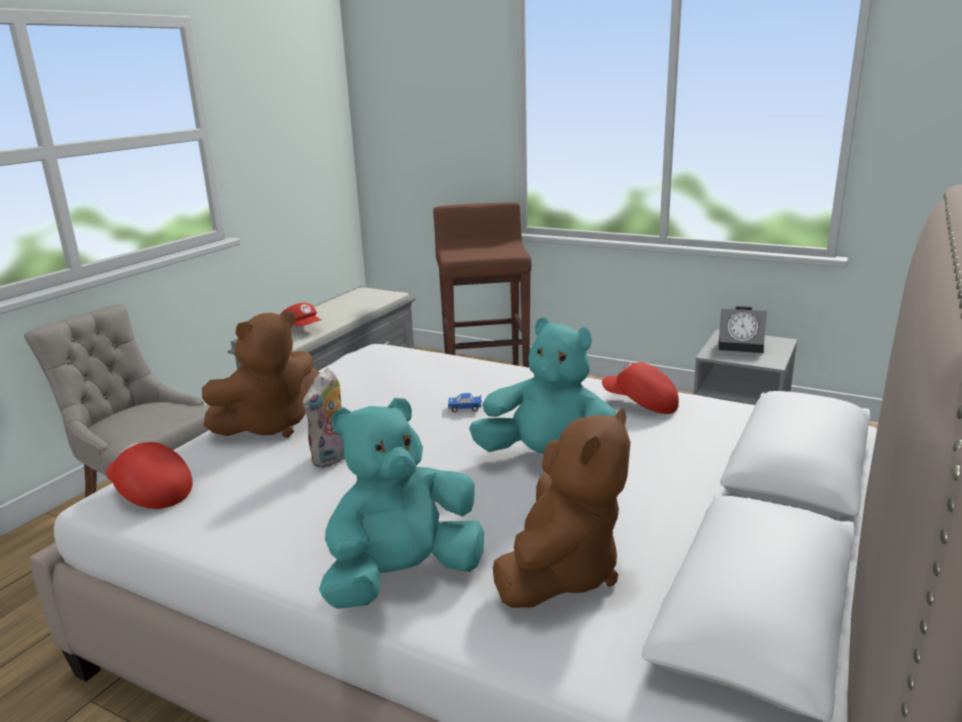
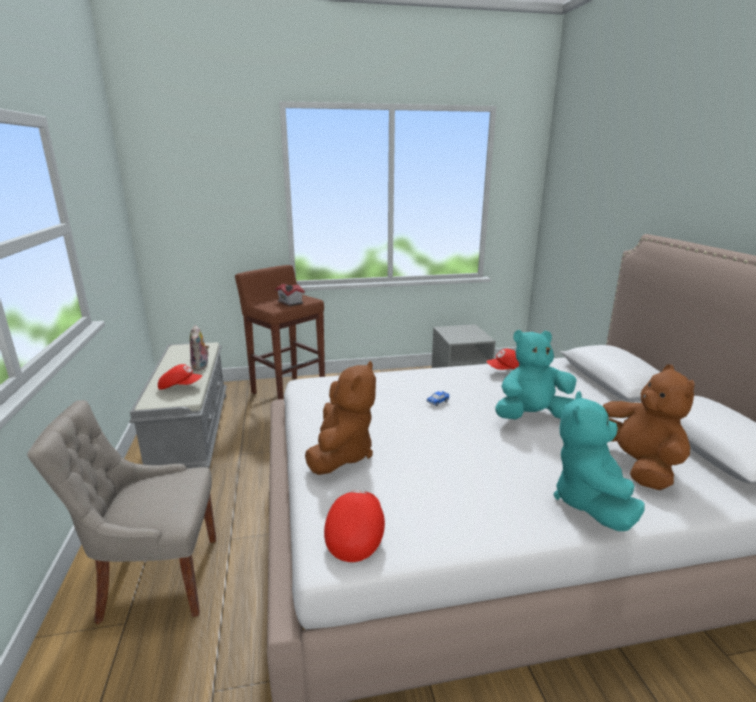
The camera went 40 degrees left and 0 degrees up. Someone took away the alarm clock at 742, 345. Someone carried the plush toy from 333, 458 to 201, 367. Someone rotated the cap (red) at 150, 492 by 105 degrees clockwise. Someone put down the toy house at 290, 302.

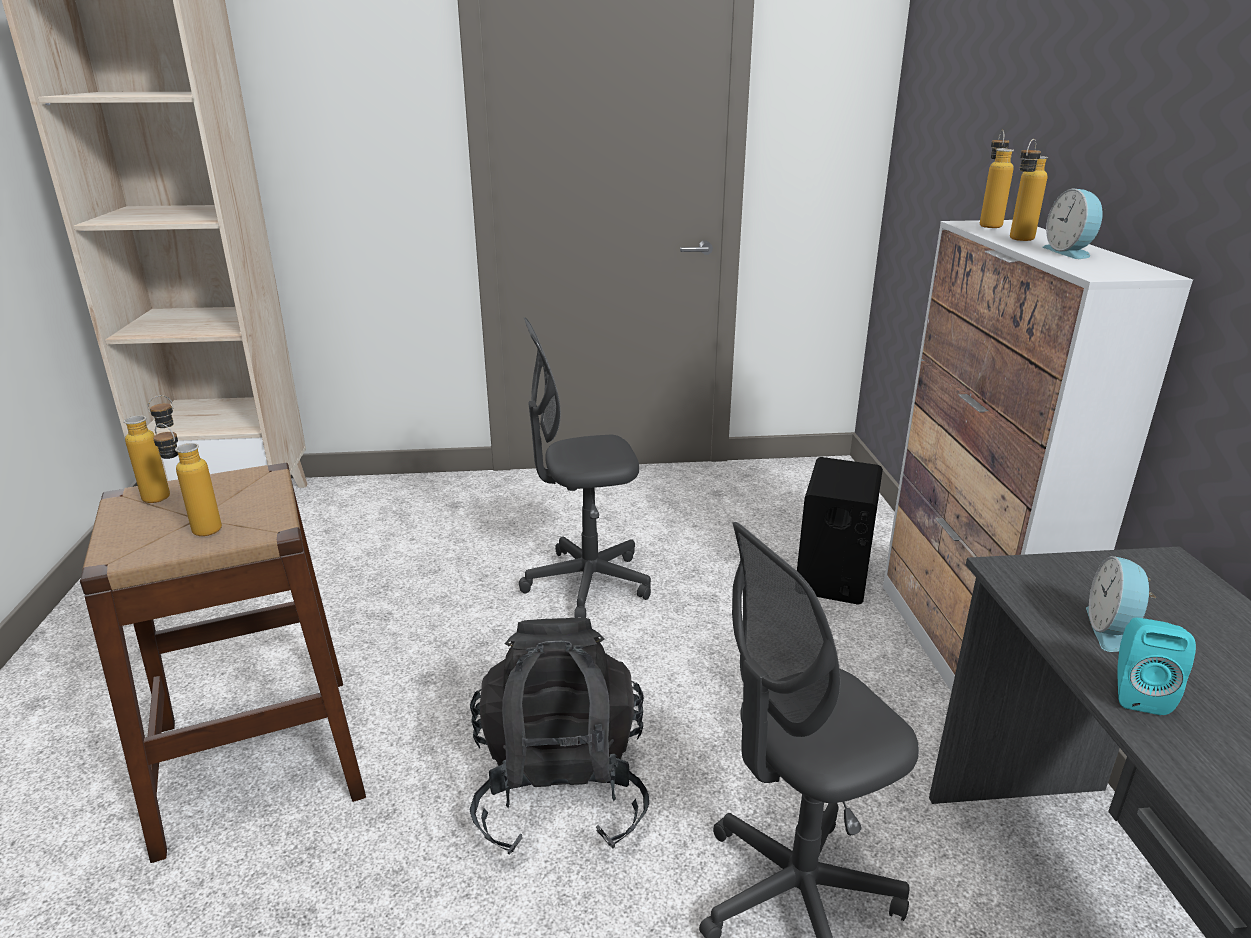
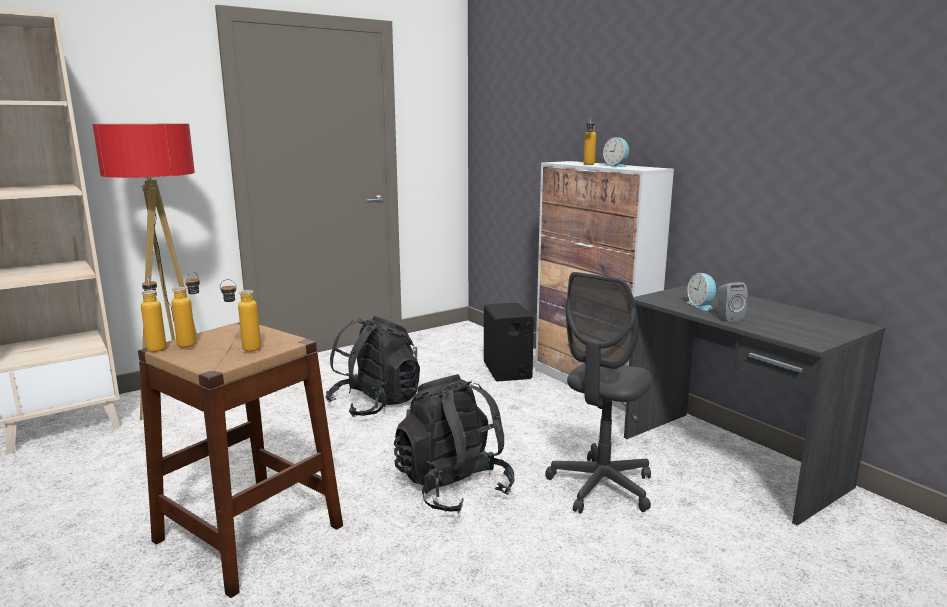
The camera went 30 degrees left and 10 degrees down. Someone carried the bottle from 988, 225 to 157, 347. Someone swapped the office chair (grey) at 587, 583 for the backpack (black) at 375, 404. Someone repainted the speaker (turquoise) at 1137, 693, which became the speaker (grey) at 727, 318. Someone put down the floor lamp at 180, 406.

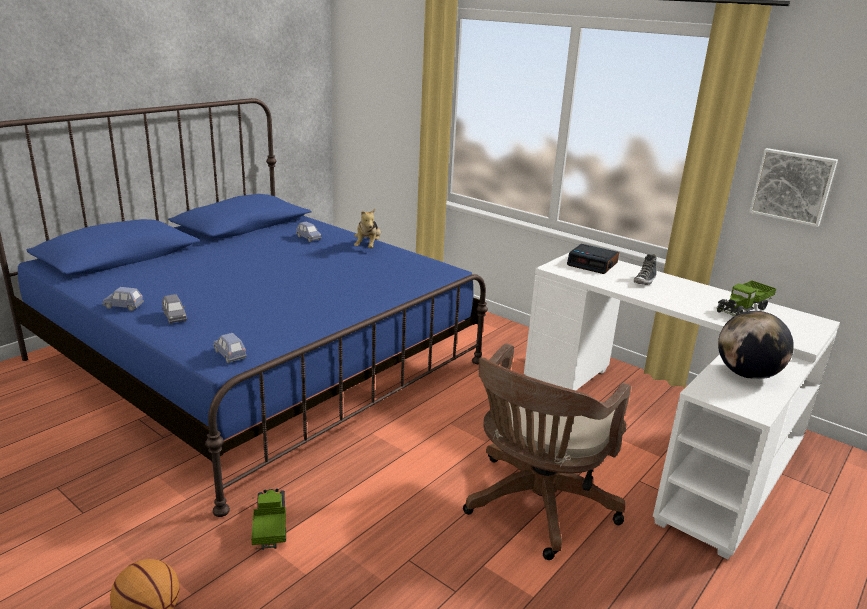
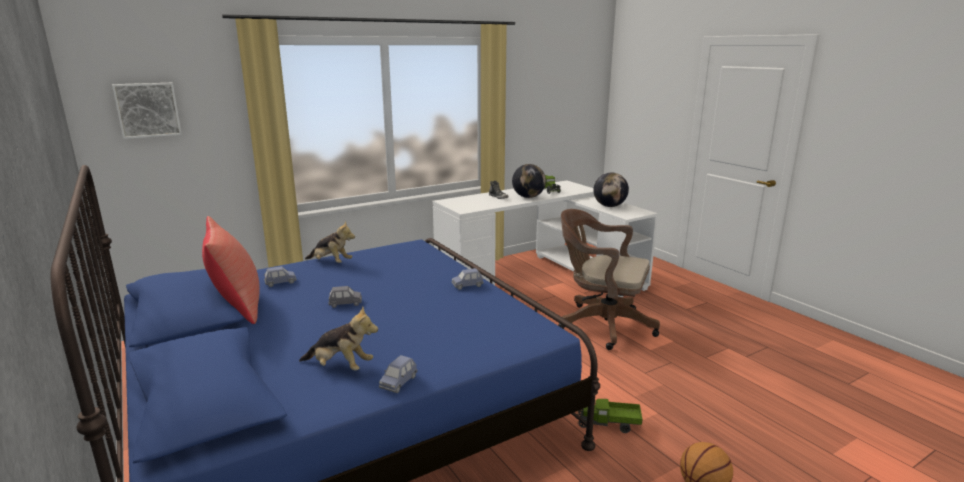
The camera went 70 degrees left and 5 degrees down. Someone carried the picture from 792, 186 to 147, 110. Someone took away the alarm clock at 593, 264. Someone carried the toy car (grey) from 174, 317 to 345, 303. Someone carried the toy car (blue) from 230, 355 to 467, 286. Someone rotated the office chair (brown) at 536, 507 by 150 degrees clockwise. Someone put down the globe at 528, 197. Someone put down the pillow (red) at 237, 306. Someone put down the plush toy at 340, 366.

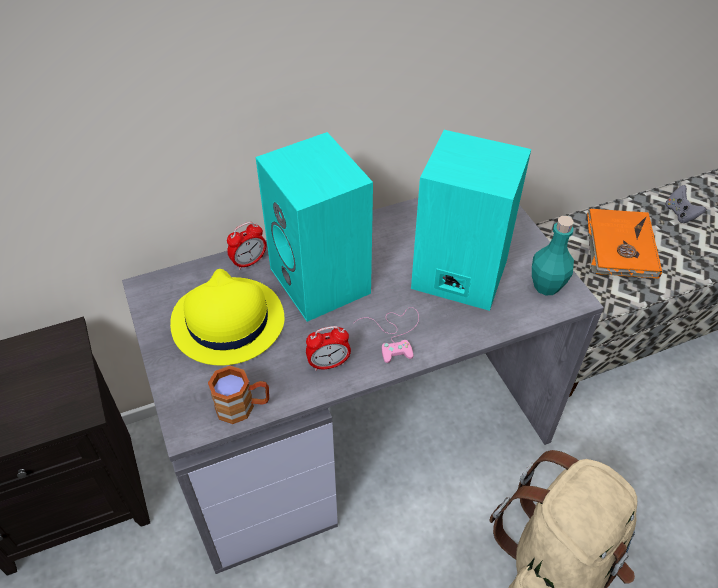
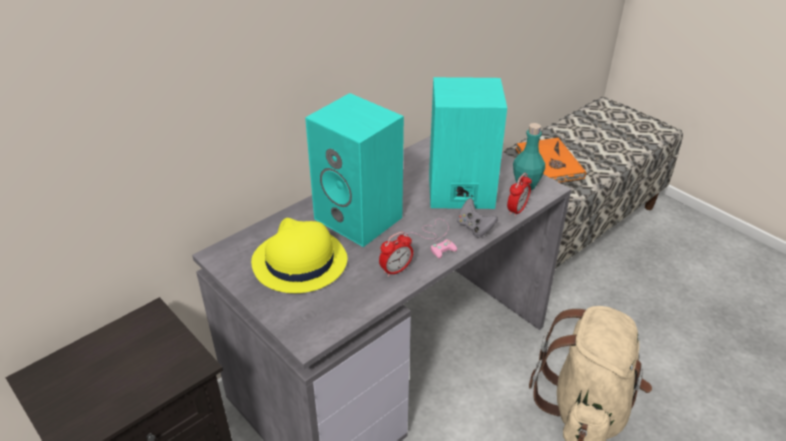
The camera went 20 degrees left and 10 degrees down. Someone carried the game controller (grey) from 680, 213 to 474, 228. Someone carried the alarm clock from 249, 262 to 517, 210. Someone took away the mug (brown) at 243, 406.

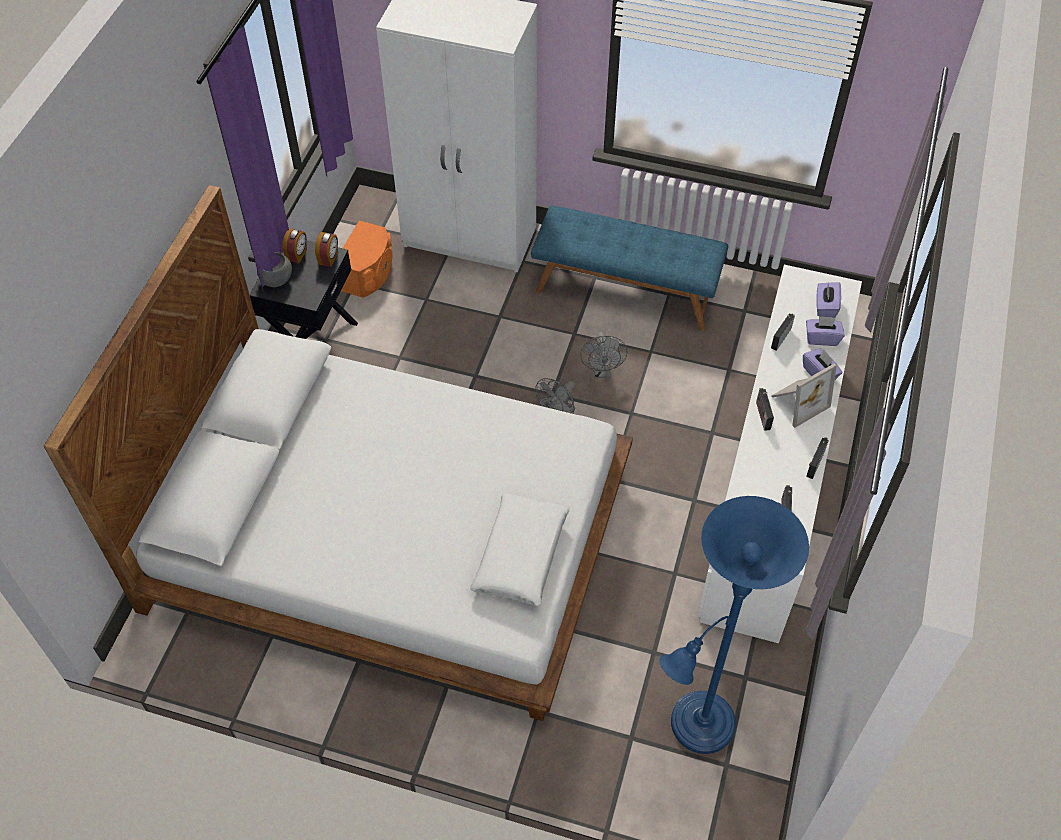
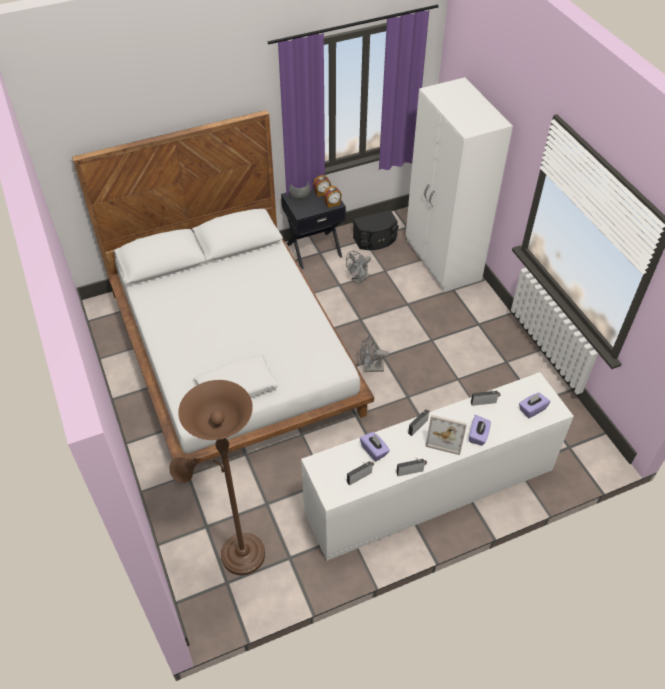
The camera went 50 degrees right and 5 degrees down. Someone took away the bench (blue) at 626, 290. Someone repainted the speaker (orange) at 368, 273, which became the speaker (black) at 375, 240. Someone carried the tissue box (purple) from 821, 338 to 374, 451. Someone carried the fan (grey) from 602, 371 to 358, 279. Someone repainted the floor lamp (blue) at 696, 728, which became the floor lamp (brown) at 237, 553.

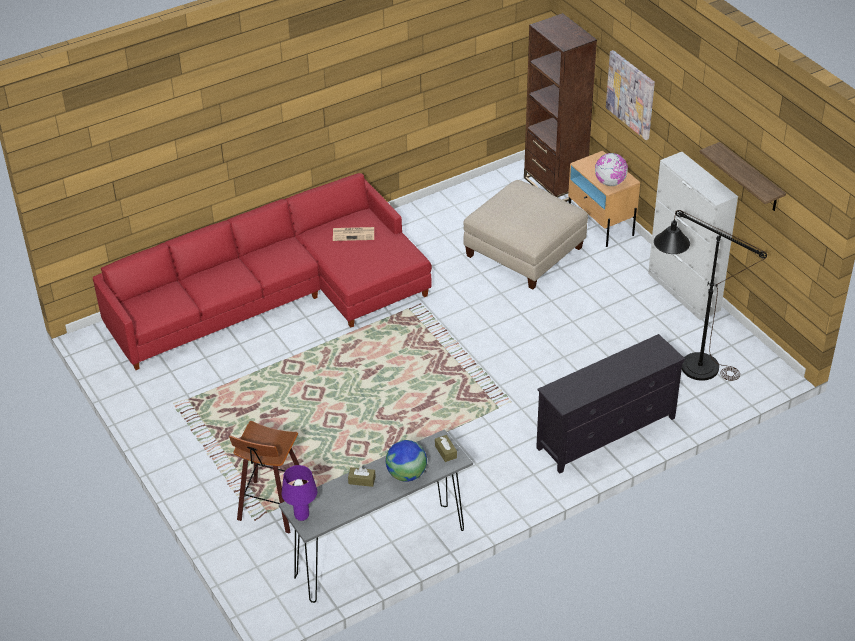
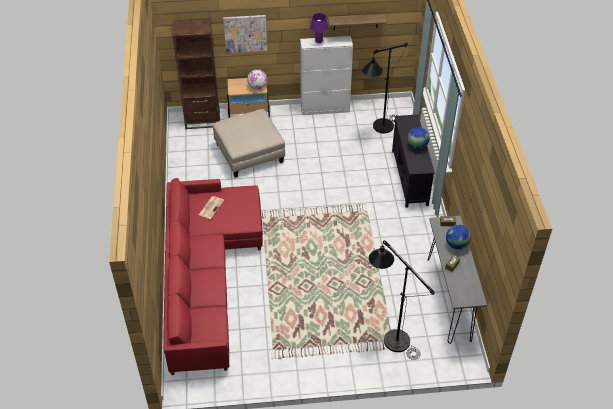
The camera went 65 degrees left and 5 degrees up. Someone swapped the stool at 273, 509 for the floor lamp (black) at 391, 336. Someone carried the table lamp (purple) from 302, 516 to 319, 41. Someone put down the globe at 417, 146.

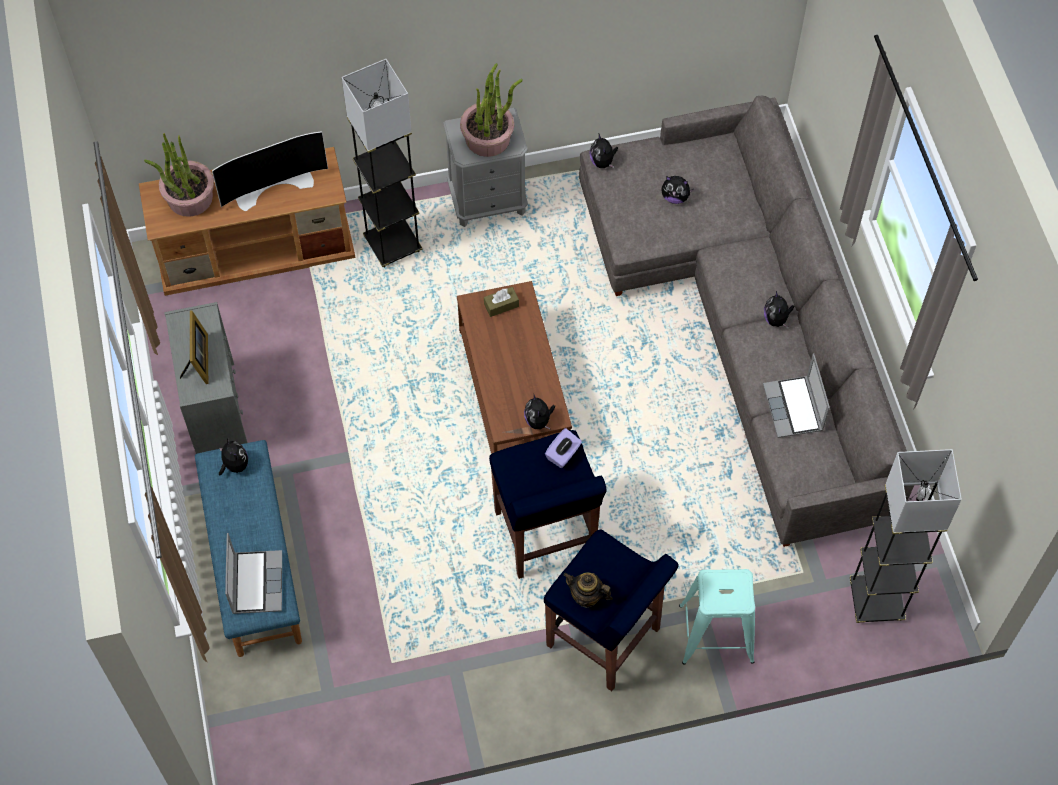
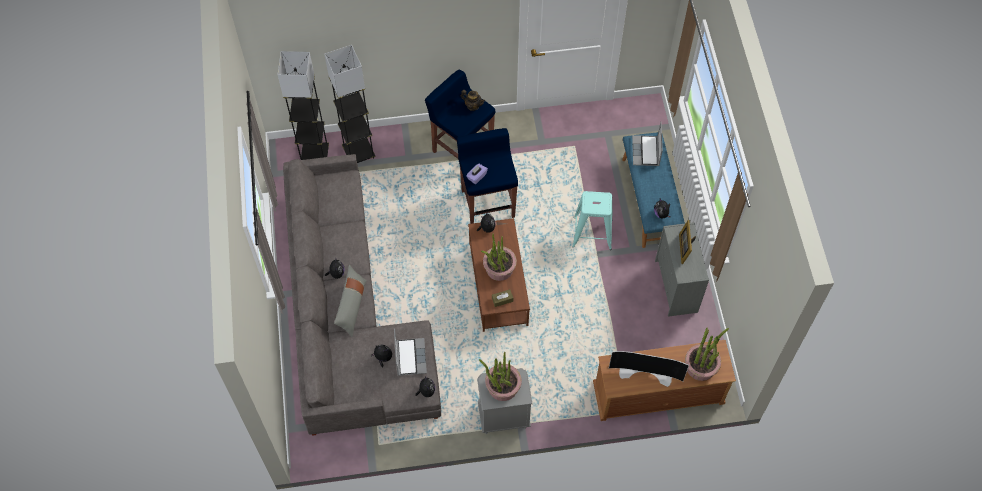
The camera went 175 degrees left and 0 degrees up. Someone carried the floor lamp (grey) from 393, 245 to 359, 153. Someone rotated the television at 273, 185 by 150 degrees counterclockwise. Someone carried the laptop from 794, 408 to 410, 357. Someone carried the stool (turquoise) from 716, 633 to 592, 233. Someone put down the potted plant at 499, 268. Someone put down the pillow (grey) at 352, 306.

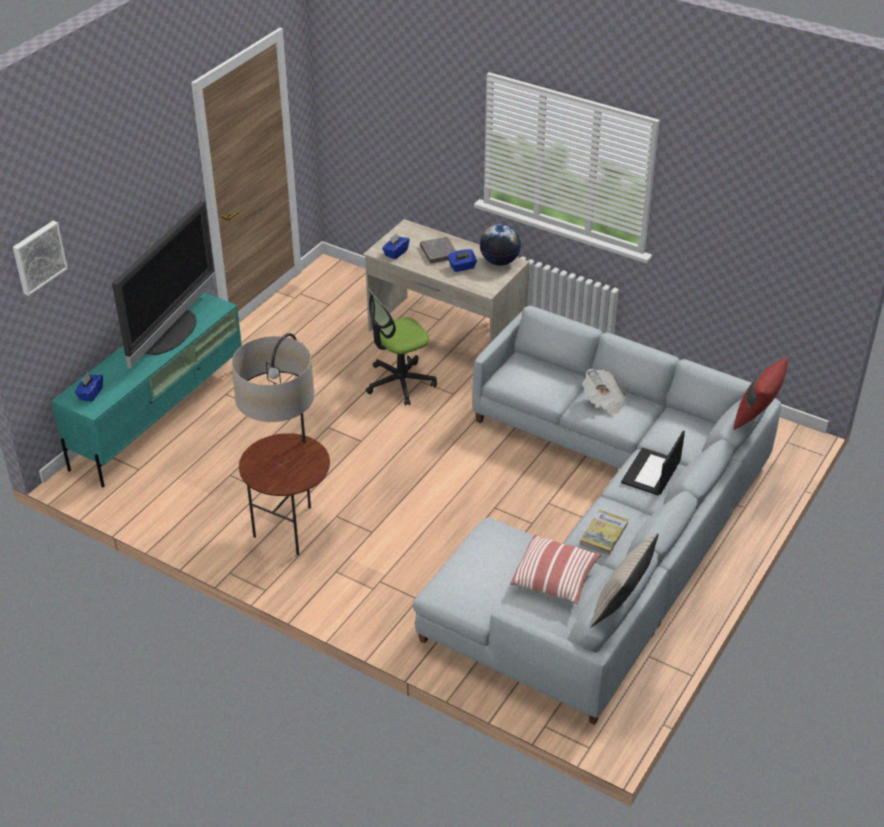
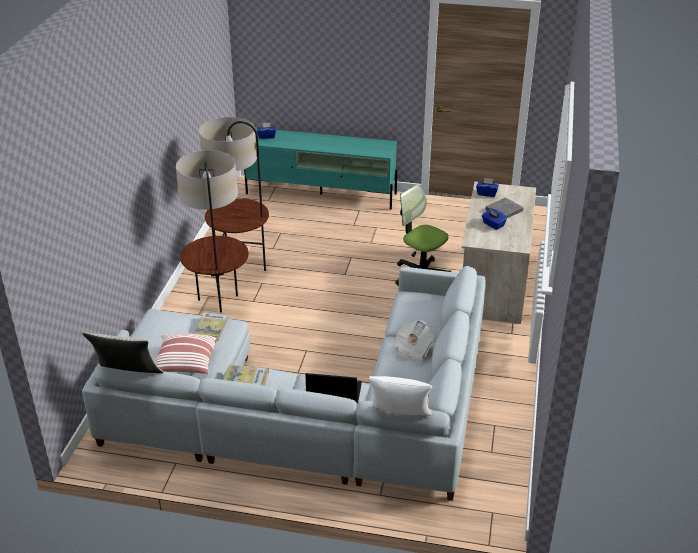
The camera went 70 degrees right and 5 degrees down. Someone took away the television at 171, 333. Someone took away the picture at 38, 257. Someone took away the globe at 499, 261. Someone repainted the pillow (red) at 756, 417, which became the pillow (white) at 399, 418. Someone put down the floor lamp at 219, 309. Someone put down the book at 211, 327.

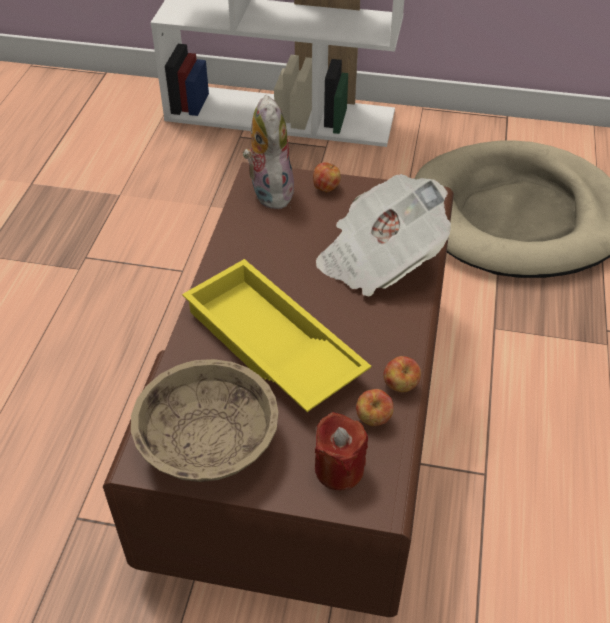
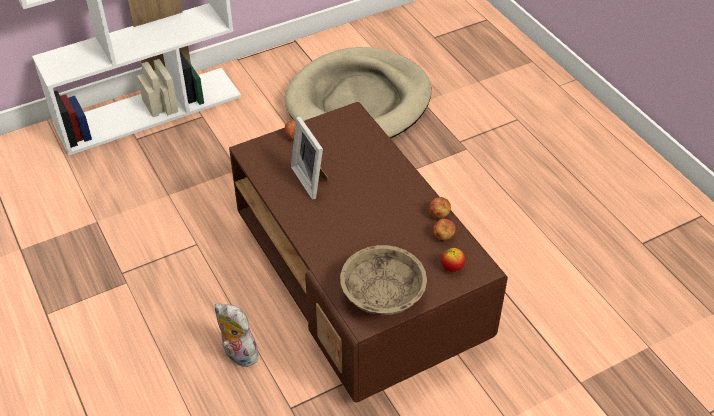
The camera went 40 degrees left and 0 degrees up. Someone carried the plush toy from 269, 191 to 237, 354. Someone took away the newspaper at 379, 259. Someone took away the tray (yellow) at 270, 346. Someone swapped the candle (red) at 339, 469 for the apple at 452, 267. Someone put down the picture frame at 312, 179.

